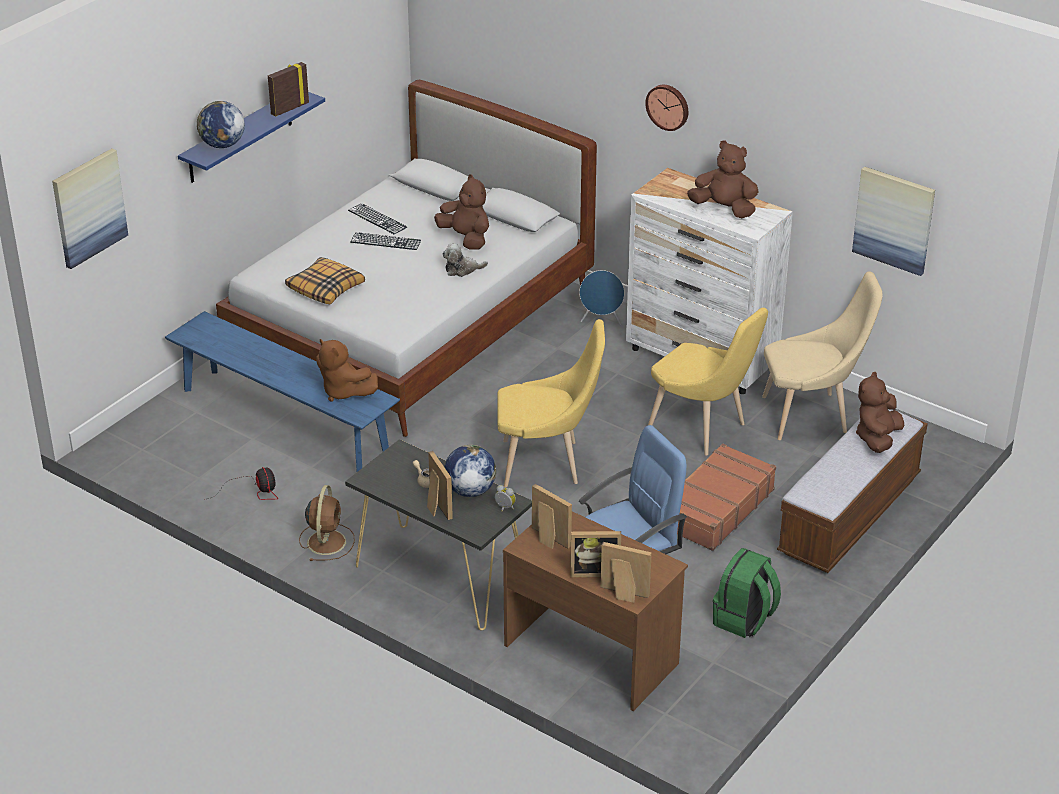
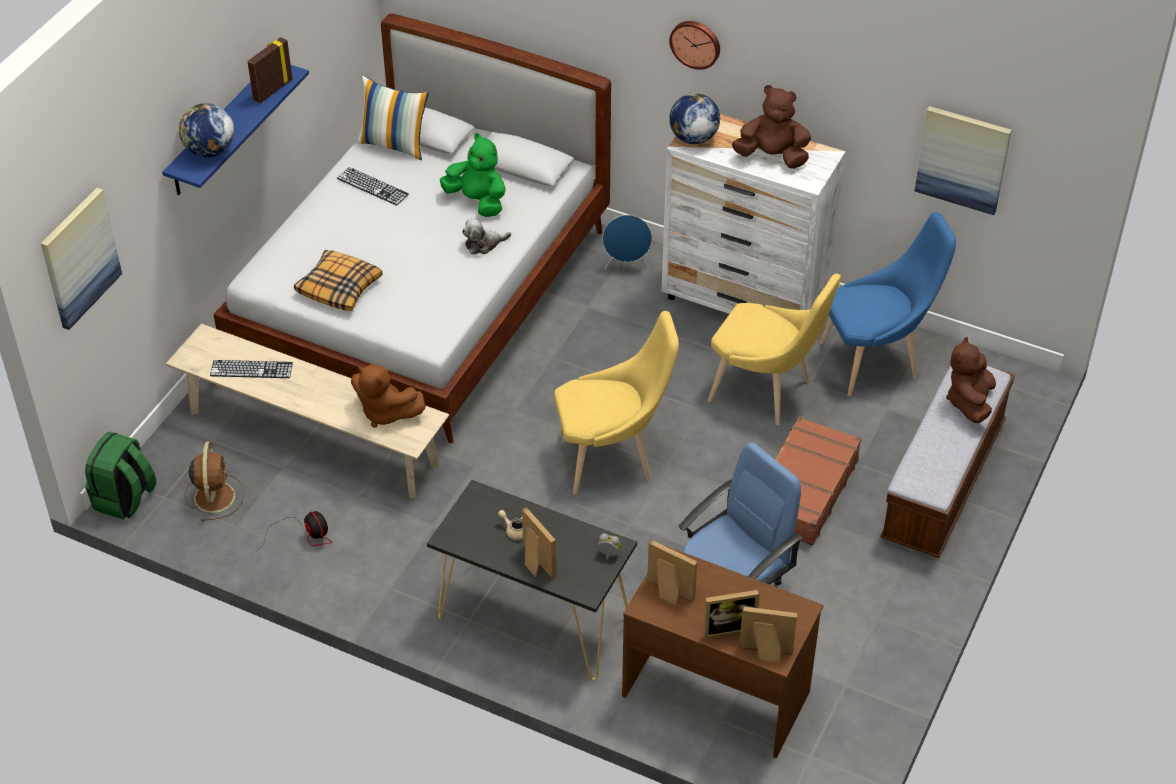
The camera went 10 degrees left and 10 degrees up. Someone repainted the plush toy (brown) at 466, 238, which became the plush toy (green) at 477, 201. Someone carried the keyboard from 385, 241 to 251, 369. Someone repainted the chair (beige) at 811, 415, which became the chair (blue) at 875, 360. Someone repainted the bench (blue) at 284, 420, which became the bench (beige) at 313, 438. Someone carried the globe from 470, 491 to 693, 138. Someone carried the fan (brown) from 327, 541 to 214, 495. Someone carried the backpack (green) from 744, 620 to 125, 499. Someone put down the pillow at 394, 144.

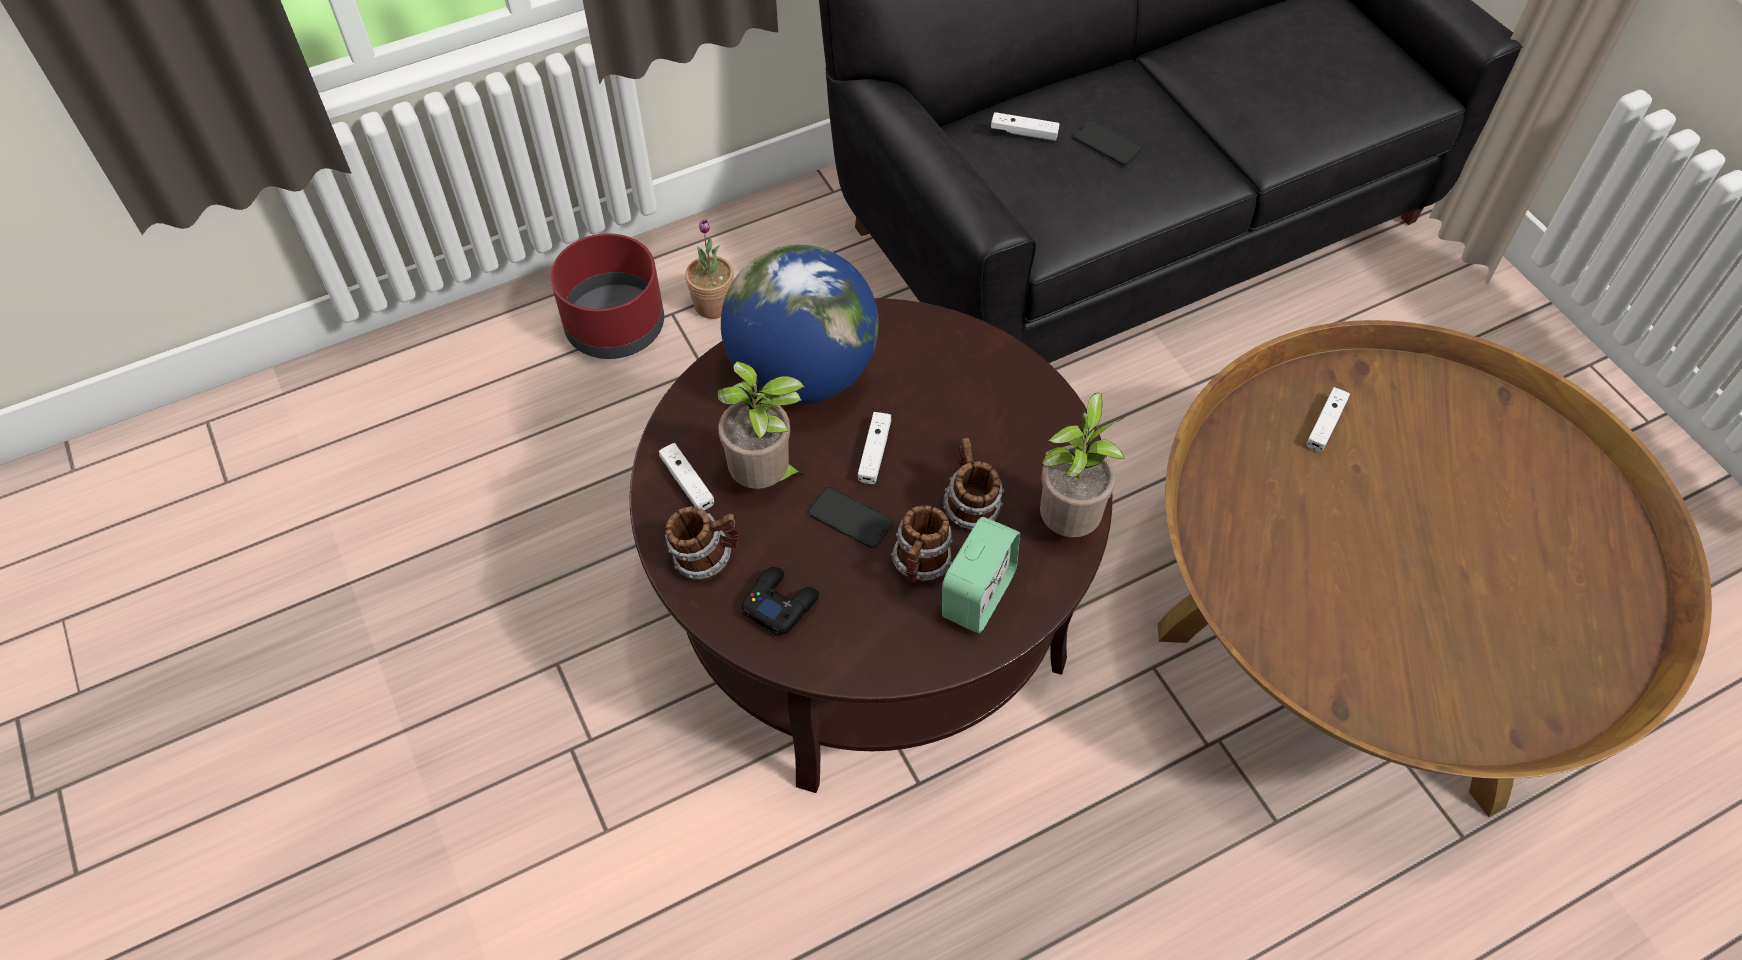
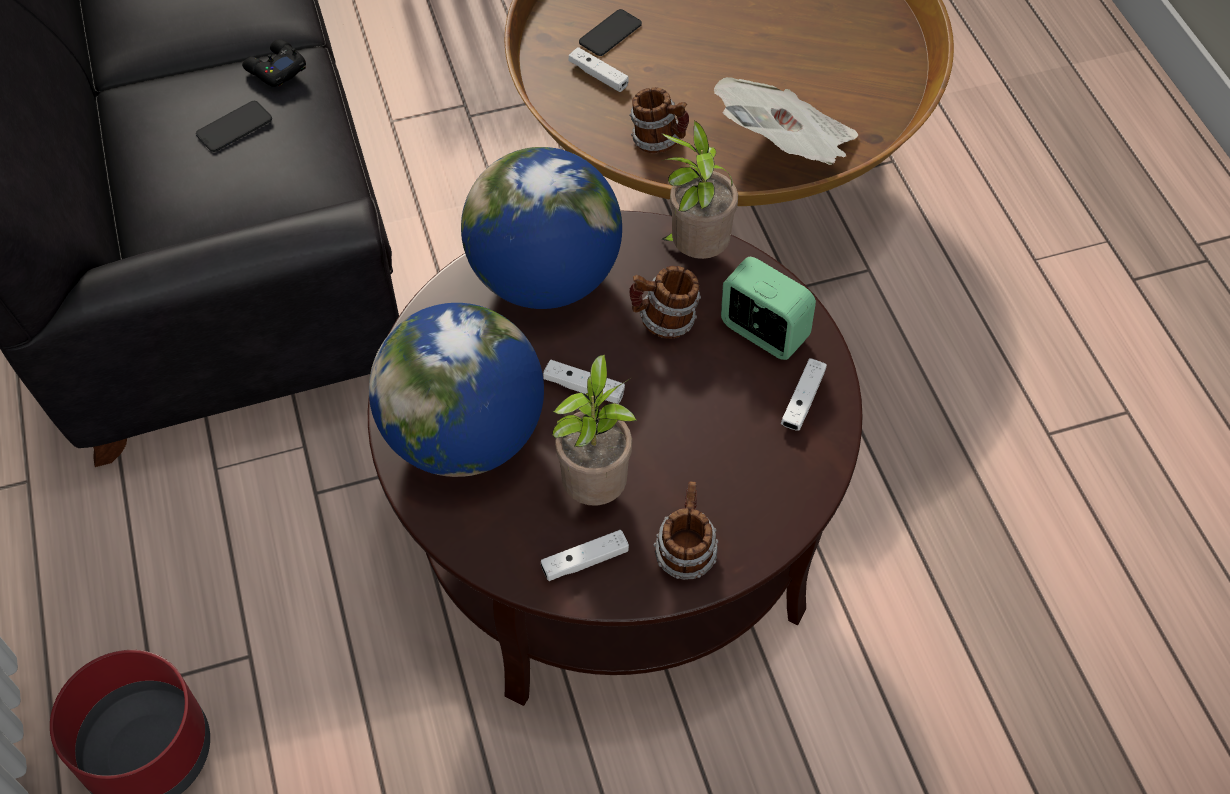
The camera went 80 degrees left and 0 degrees up. Someone carried the game controller (white) from 1024, 133 to 802, 400. Someone took away the potted plant at 713, 304. Someone carried the phone from 850, 518 to 610, 33. Someone carried the mug from 921, 566 to 659, 141. Someone carried the game controller (black) from 780, 604 to 275, 69. Someone put down the newspaper at 785, 148. Someone put down the globe at 545, 278.

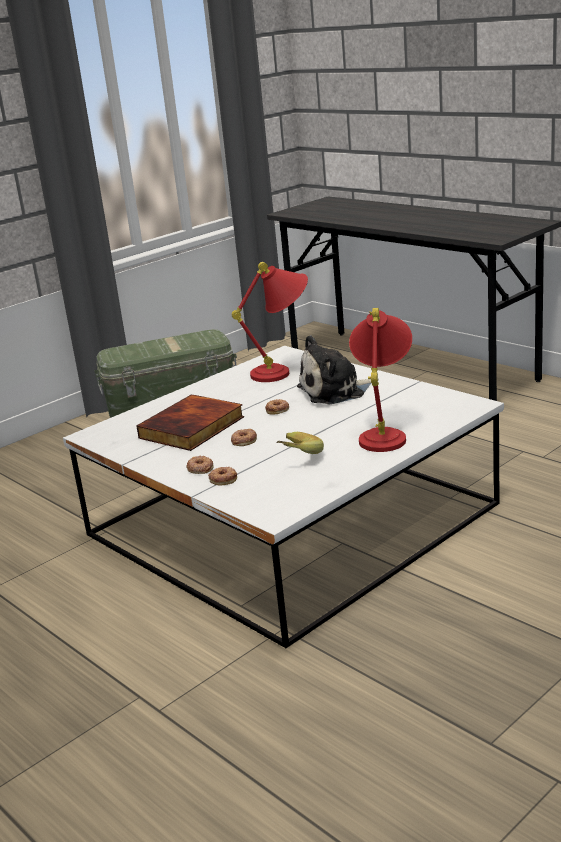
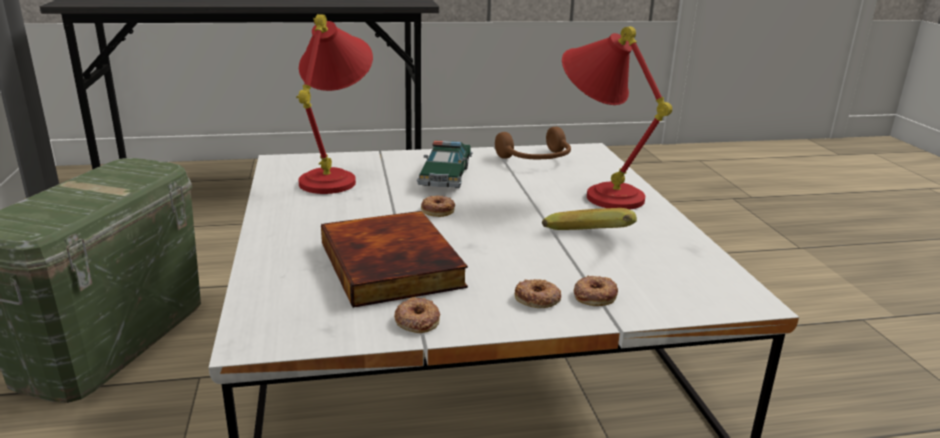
The camera went 60 degrees left and 0 degrees up. Someone swapped the plush toy at 335, 391 for the toy car at 446, 176. Someone carried the donut from 243, 440 to 417, 320. Someone put down the headphones (brown) at 536, 159.

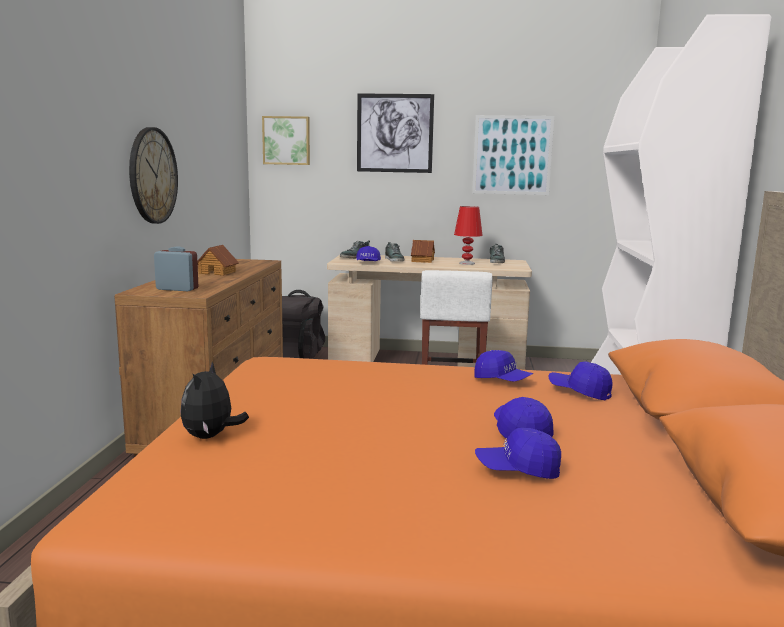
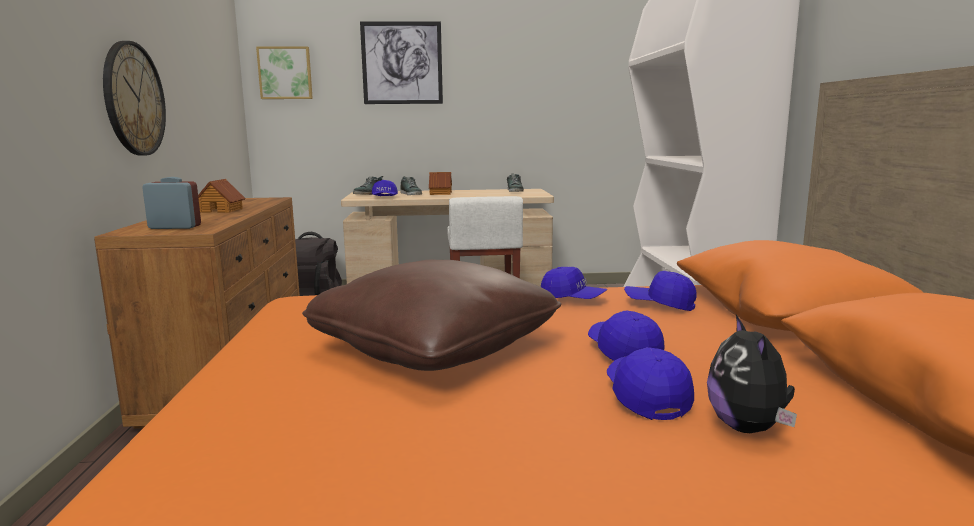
The camera went 10 degrees left and 0 degrees up. Someone took away the picture at 512, 155. Someone took away the table lamp (red) at 466, 263. Someone carried the plush toy from 211, 436 to 748, 428. Someone rotated the cap (blue) at 517, 470 by 90 degrees clockwise. Someone put down the pillow (brown) at 435, 348.

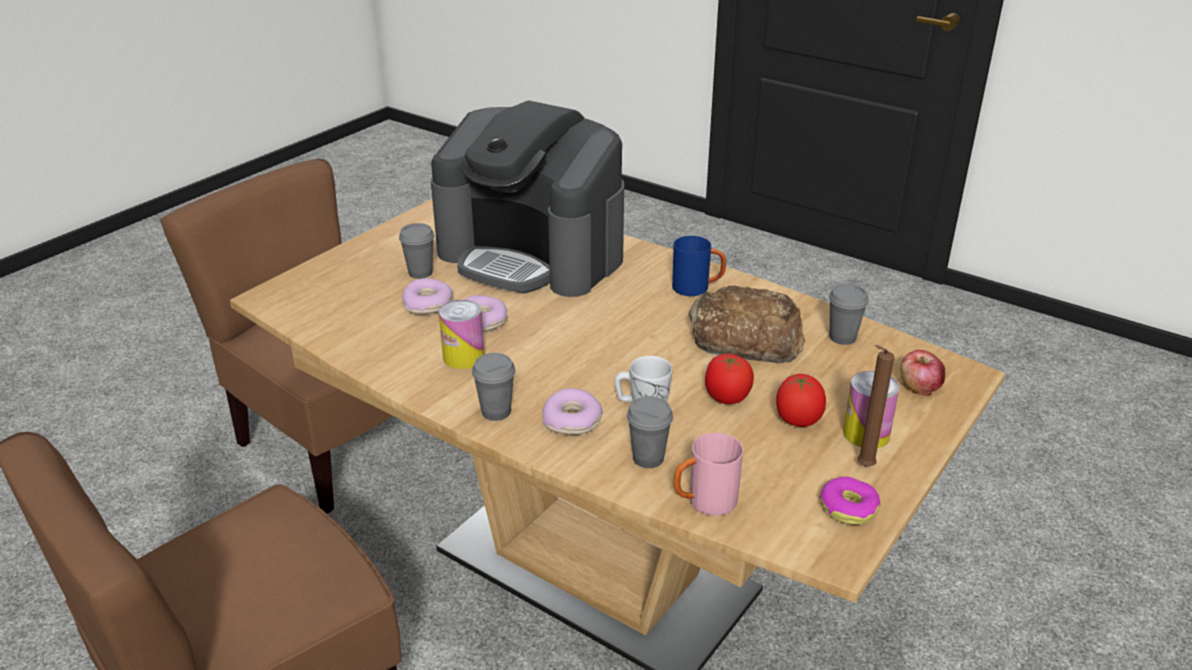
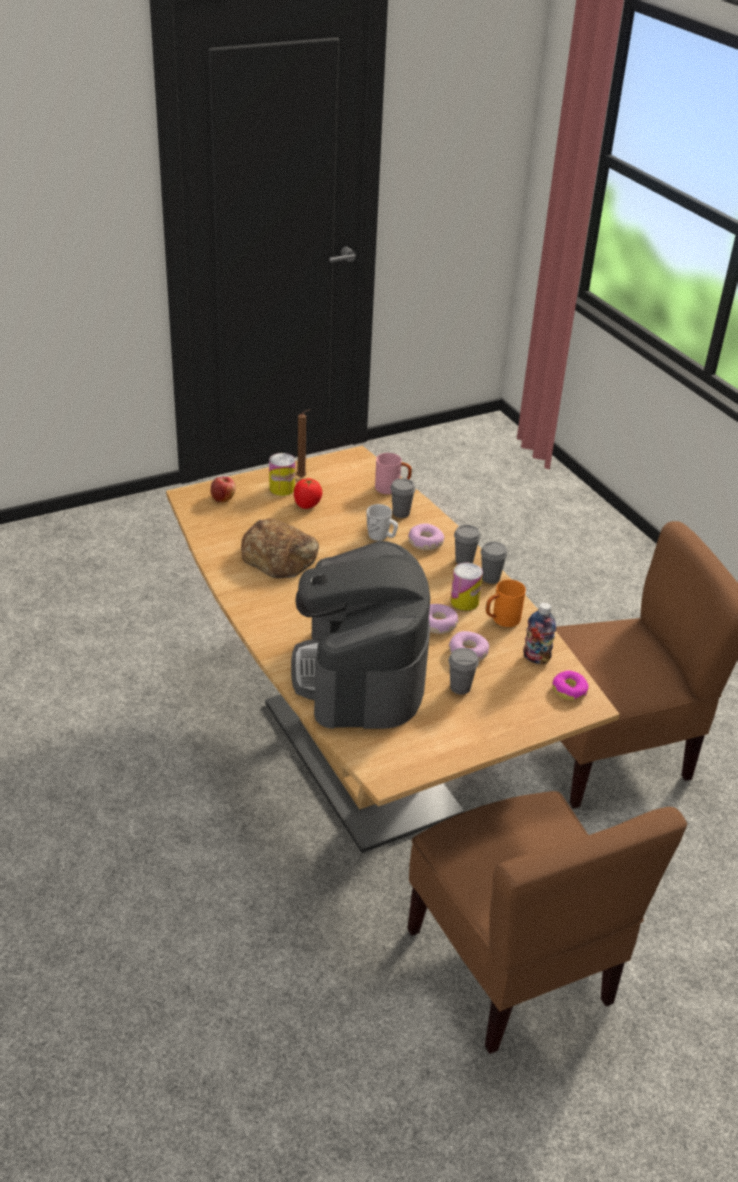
The camera went 155 degrees left and 5 degrees up. Someone rotated the coffee machine at 533, 255 by 150 degrees counterclockwise. Someone took away the mug (blue) at 697, 288. Someone carried the cup (grey) from 842, 337 to 490, 578. Someone took away the tomato at 726, 398. Someone carried the donut from 848, 508 to 569, 690. Someone put down the mug (orange) at 501, 620. Someone put down the bottle at 536, 658.

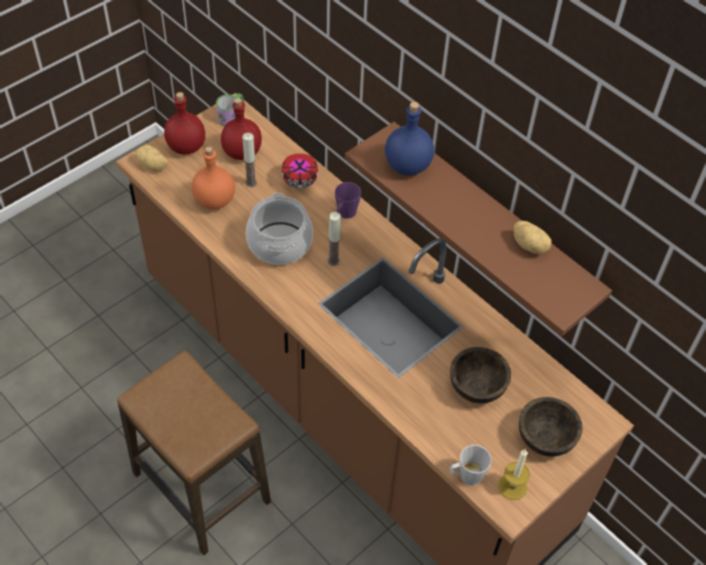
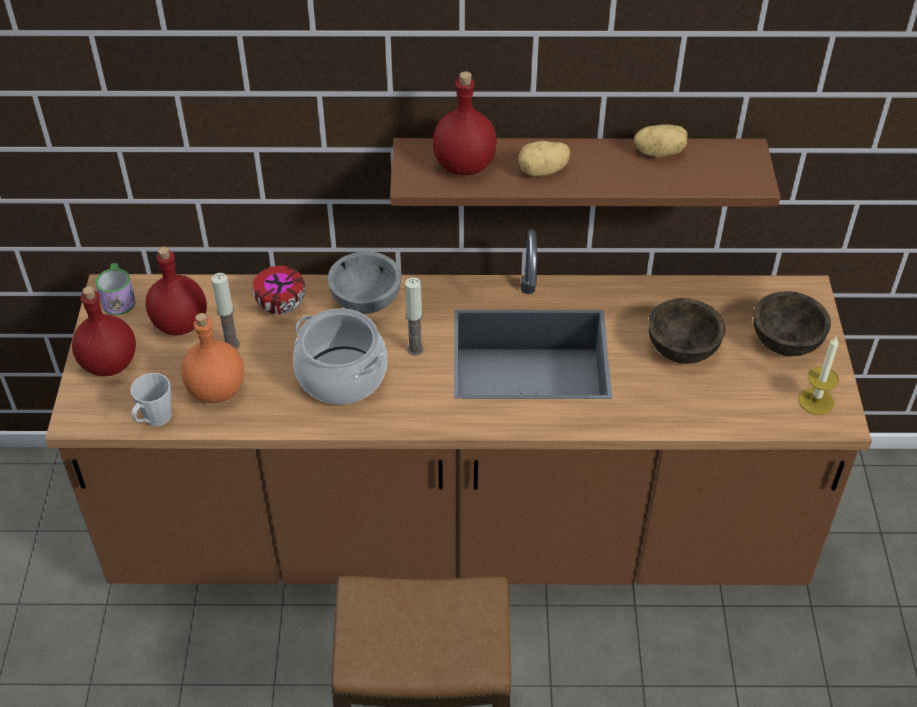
The camera went 45 degrees left and 5 degrees down. Someone repainted the bottle (blue) at 408, 166, which became the bottle (red) at 465, 166. Someone carried the potato from 152, 166 to 543, 171. Someone swapped the mug (purple) at 345, 214 for the bowl (grey) at 366, 300. Someone carried the mug (grey) from 466, 476 to 154, 419.

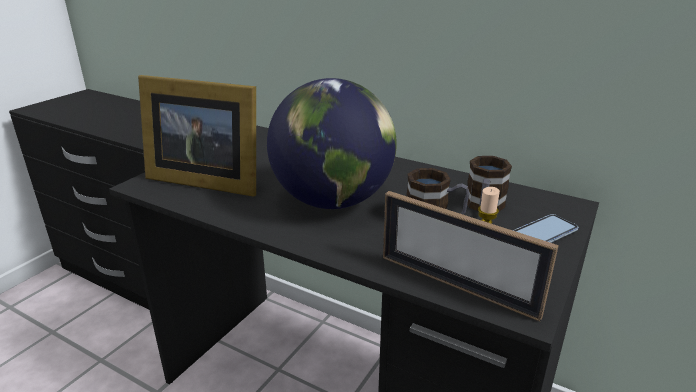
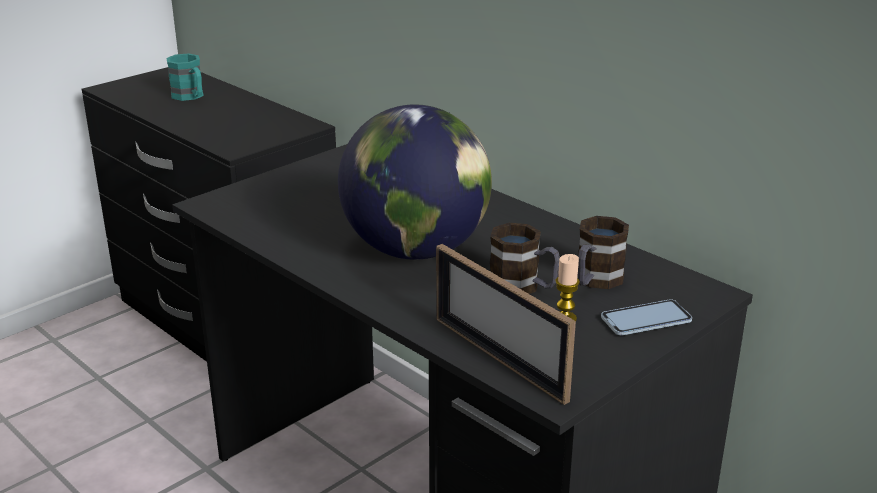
The camera went 15 degrees right and 0 degrees up. Someone took away the picture frame at 204, 179. Someone put down the mug (turquoise) at 190, 97.

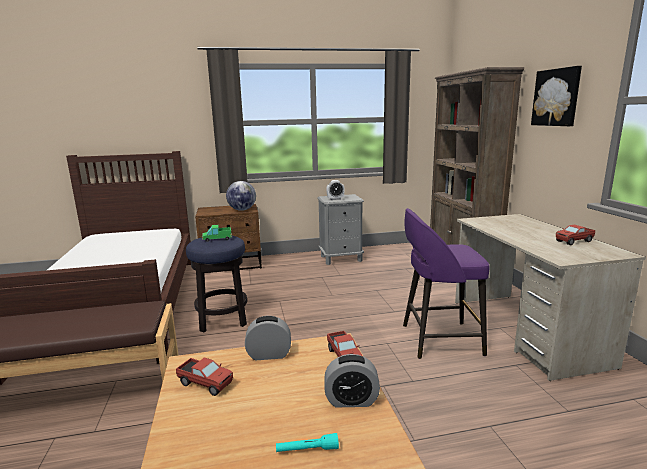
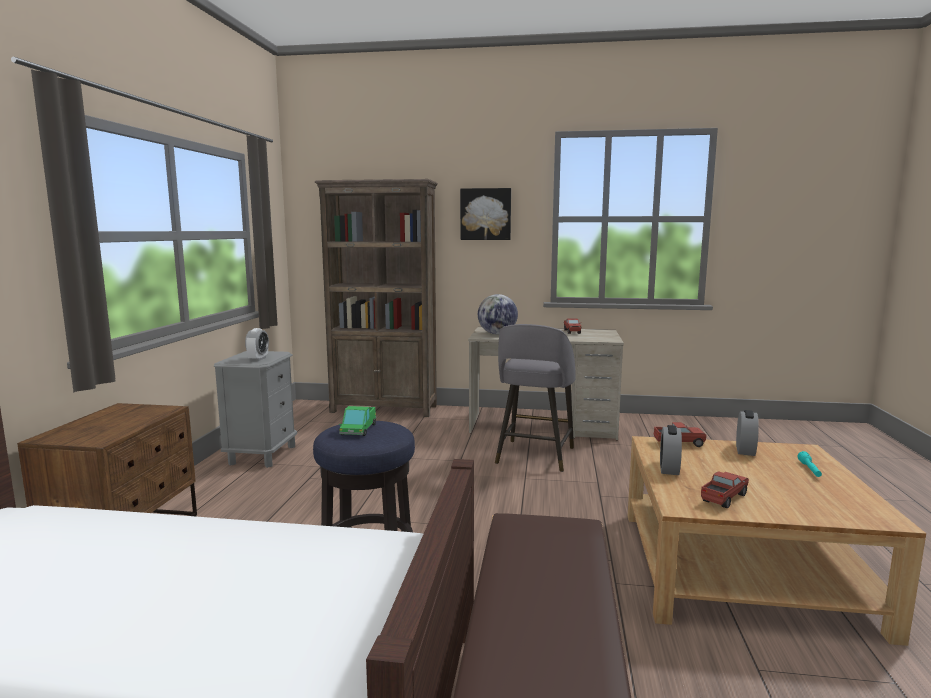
The camera went 70 degrees left and 5 degrees down. Someone carried the globe from 242, 210 to 497, 334. Someone repainted the stool (purple) at 438, 339, which became the stool (grey) at 534, 456.

